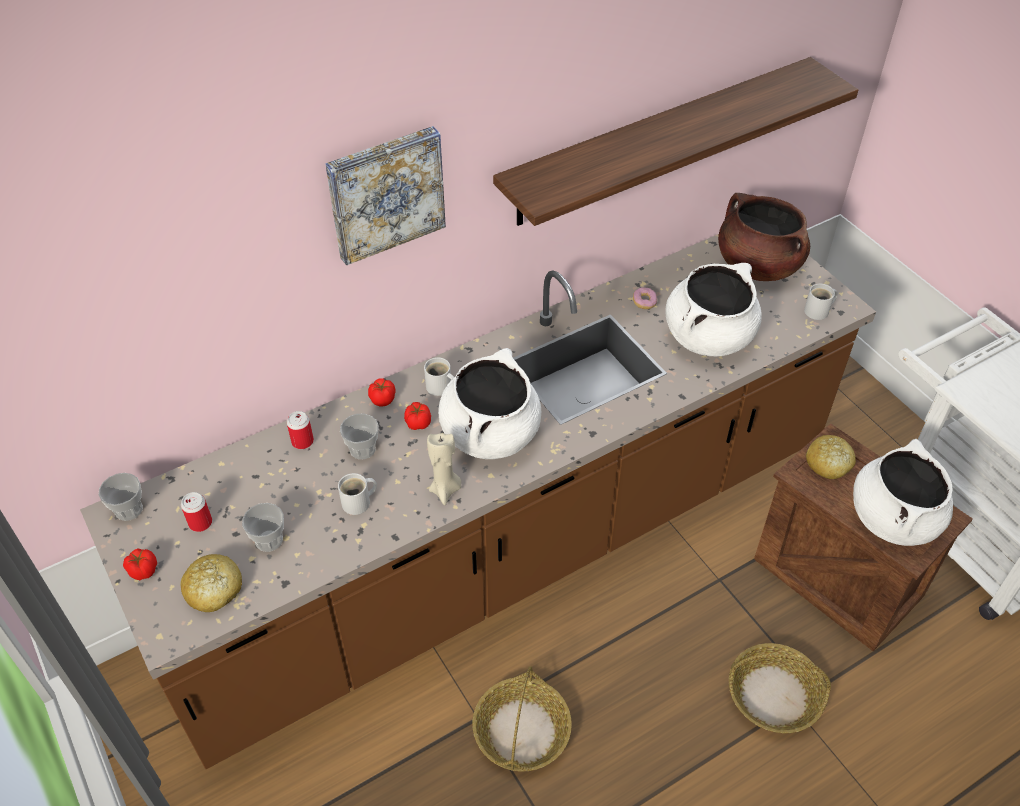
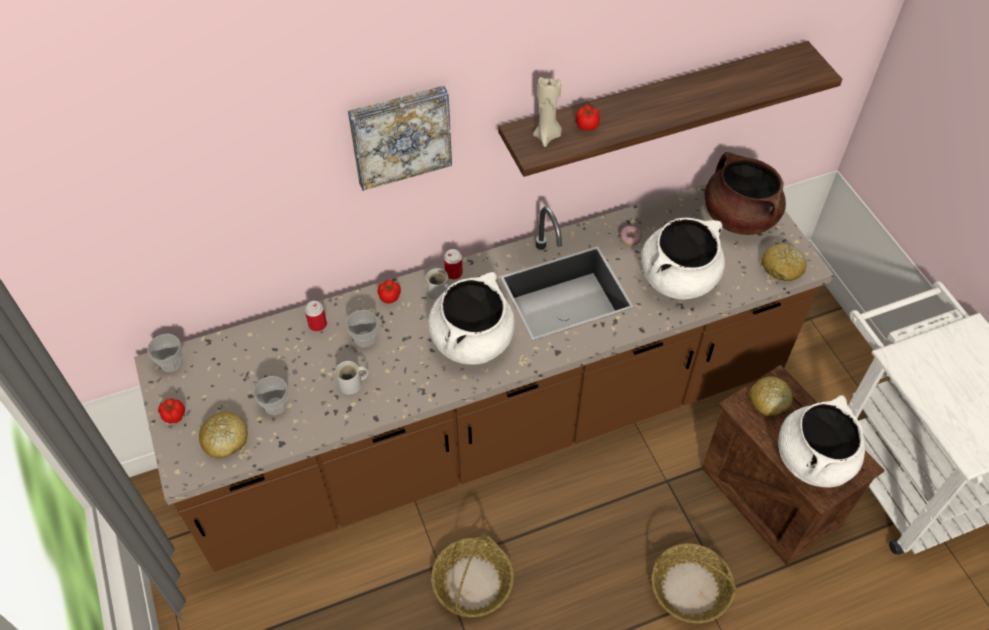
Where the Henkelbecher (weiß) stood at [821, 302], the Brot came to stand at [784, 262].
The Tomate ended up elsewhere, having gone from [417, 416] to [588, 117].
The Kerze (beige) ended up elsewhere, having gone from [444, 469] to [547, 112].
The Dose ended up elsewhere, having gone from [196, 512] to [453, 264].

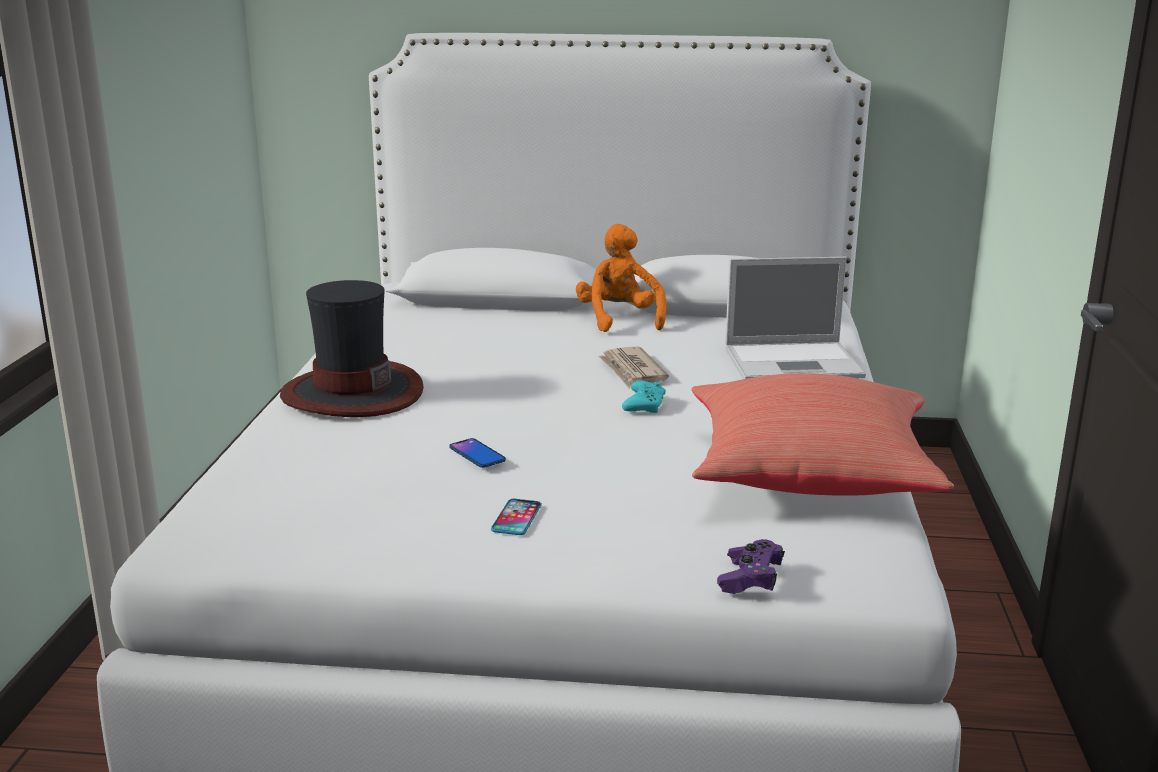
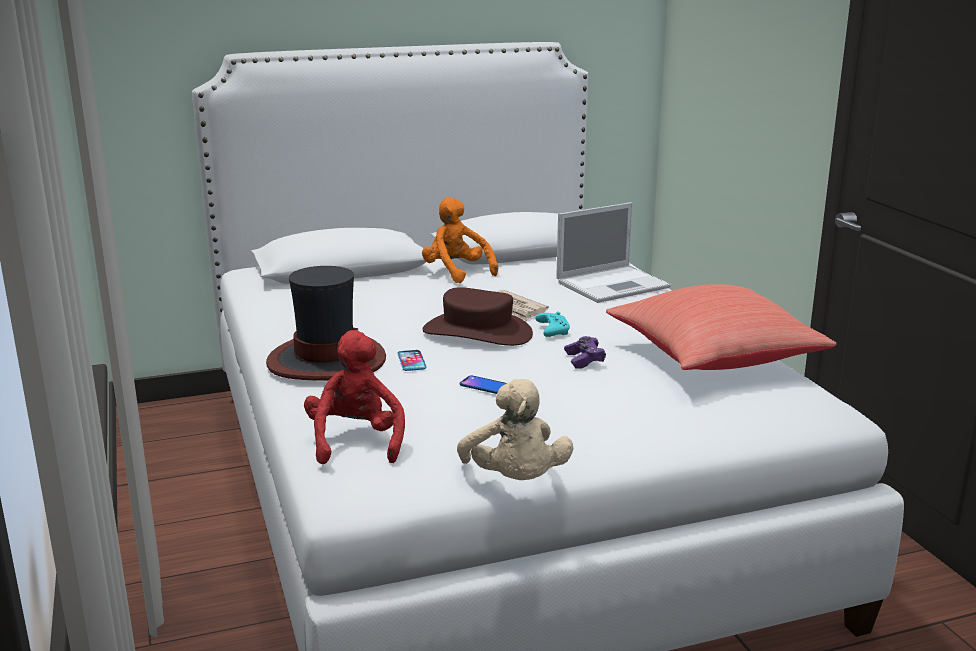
The Handy ended up elsewhere, having gone from [516, 517] to [412, 360].
The Gamepad (lila) ended up elsewhere, having gone from [751, 566] to [585, 352].
The second view gained the Hut (braun) at [477, 316].
The second view gained the Plüschtier (rot) at [354, 397].
The second view gained the Plüschtier (beige) at [515, 429].

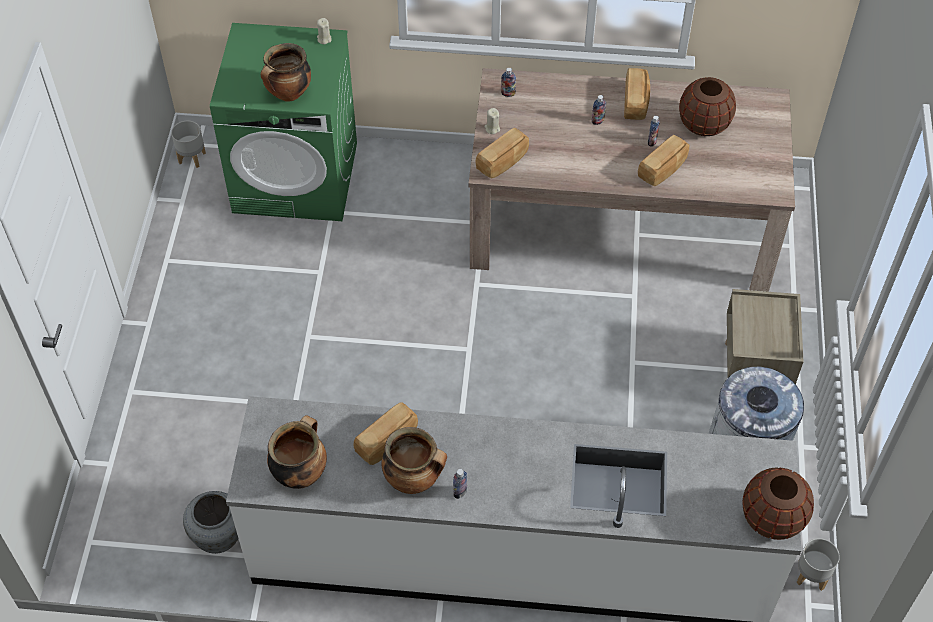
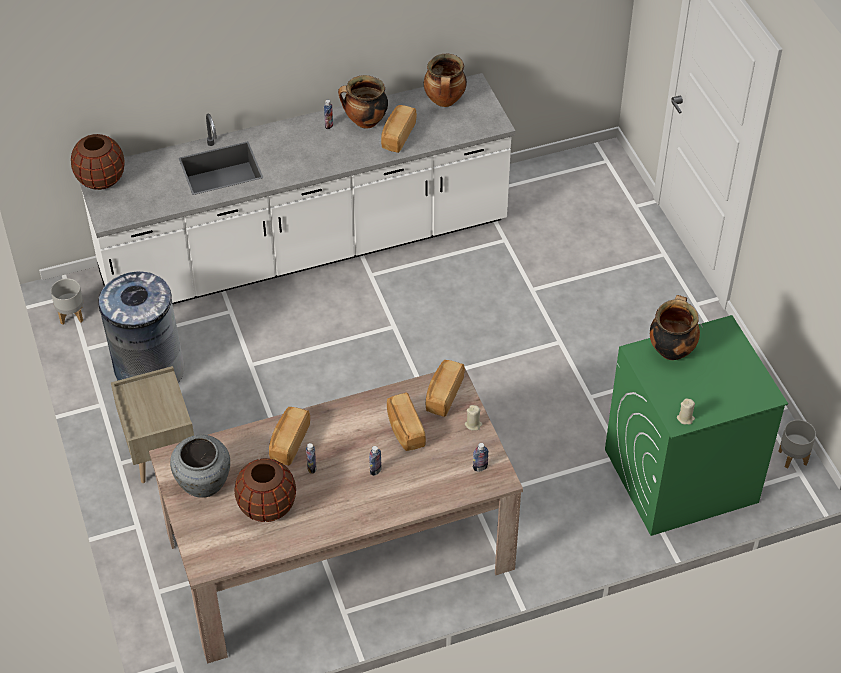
The Brot ended up elsewhere, having gone from [637, 94] to [406, 421].
The Vase (grau) ended up elsewhere, having gone from [210, 522] to [200, 466].

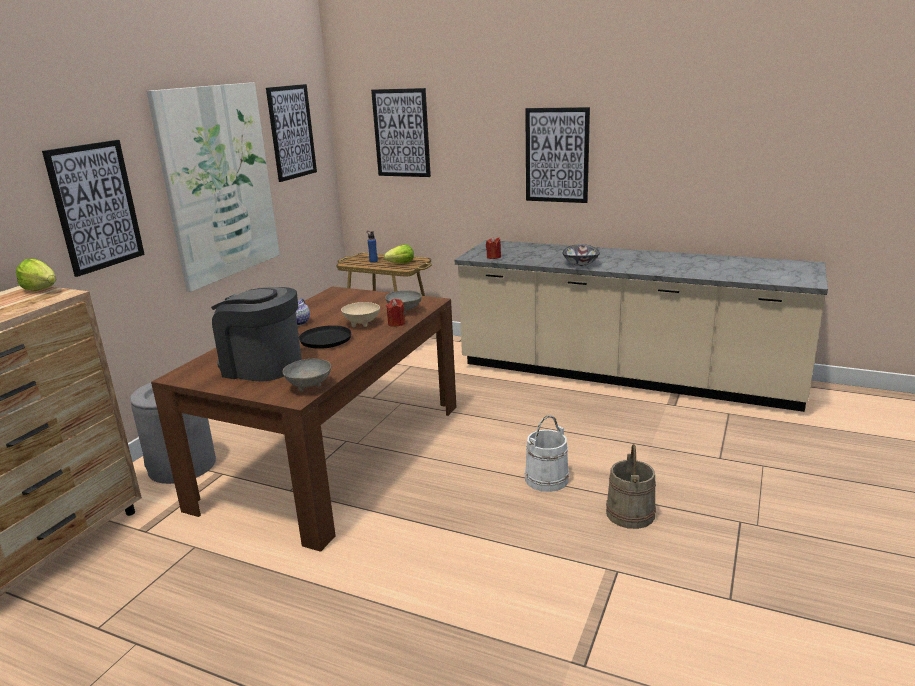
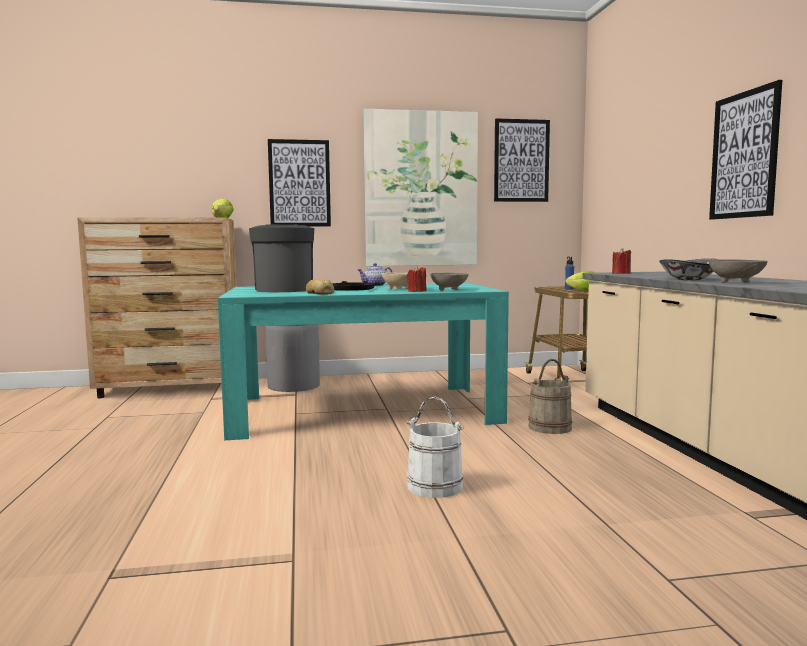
The second view lost the Bild at [401, 132].
What was the Esstisch (braun) at [303, 419] turned into the Esstisch (türkis) at [363, 361].
The Schüssel (grau) ended up elsewhere, having gone from [307, 375] to [738, 271].
The Eimer (beige) ended up elsewhere, having gone from [631, 486] to [550, 396].
The second view gained the Brot at [320, 287].

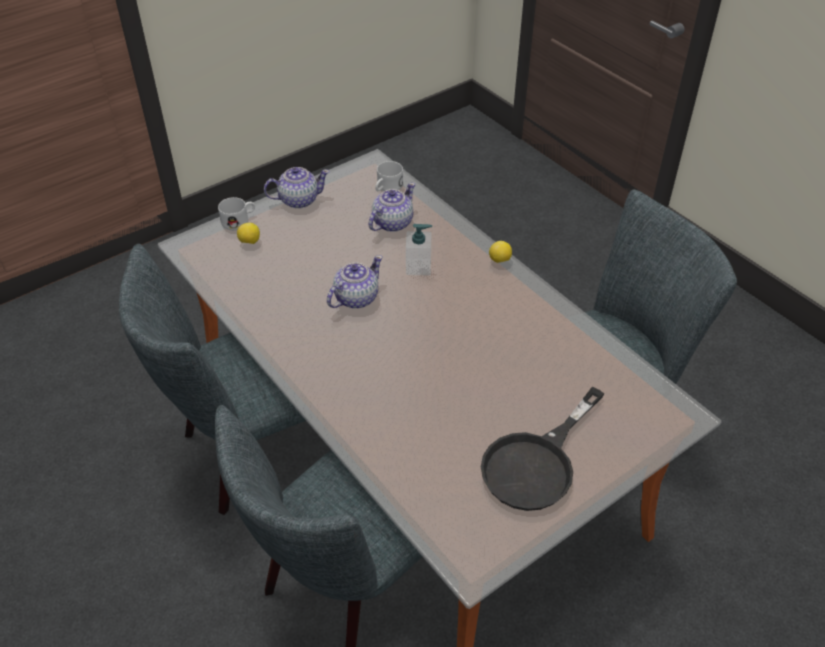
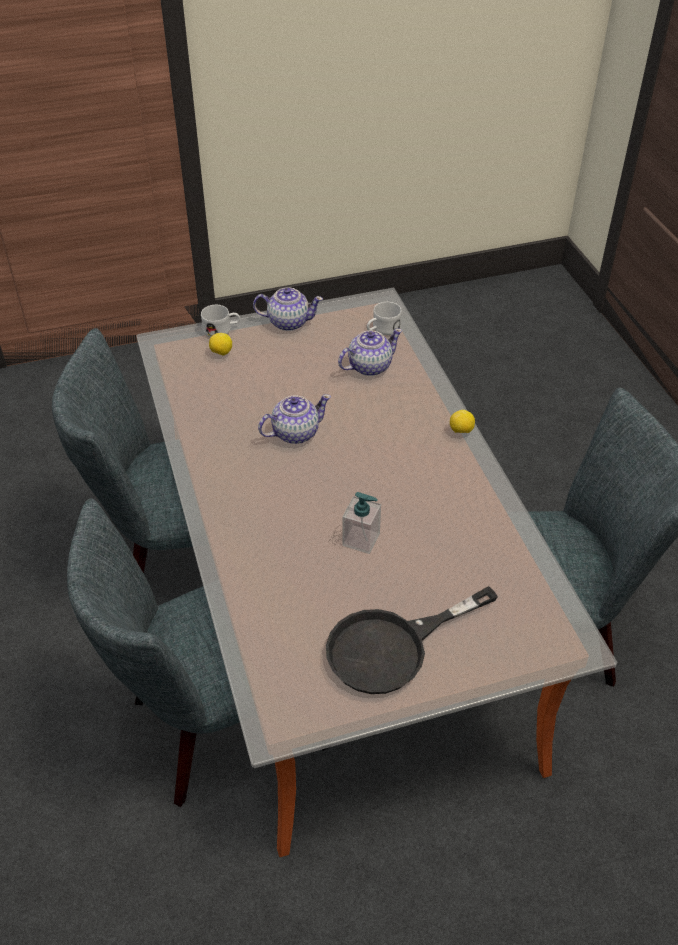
The Seifenspender ended up elsewhere, having gone from [419, 249] to [361, 523].

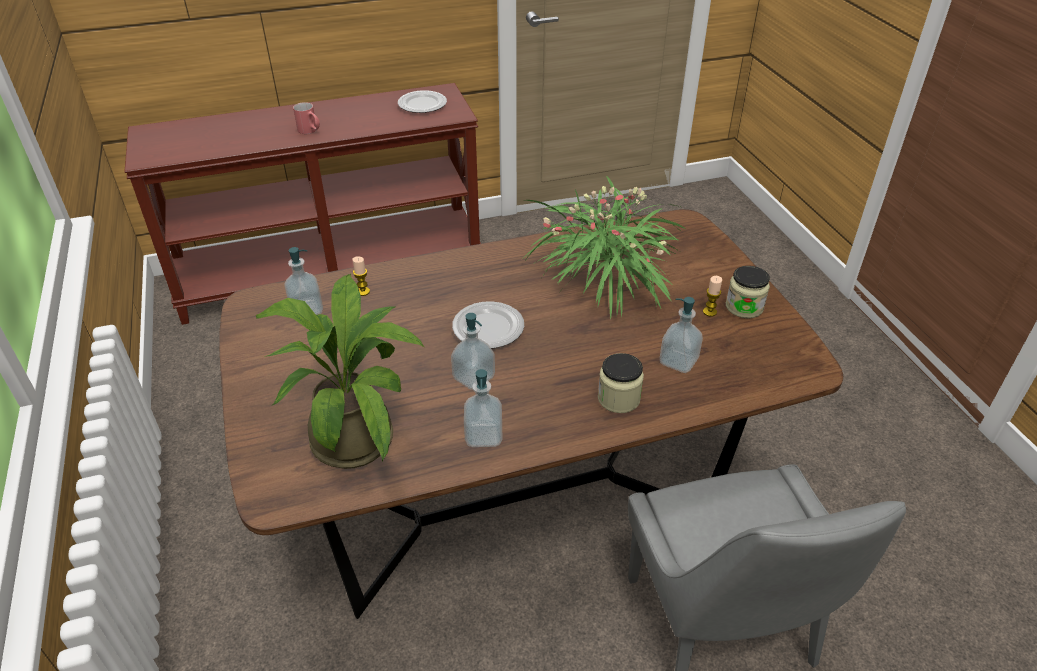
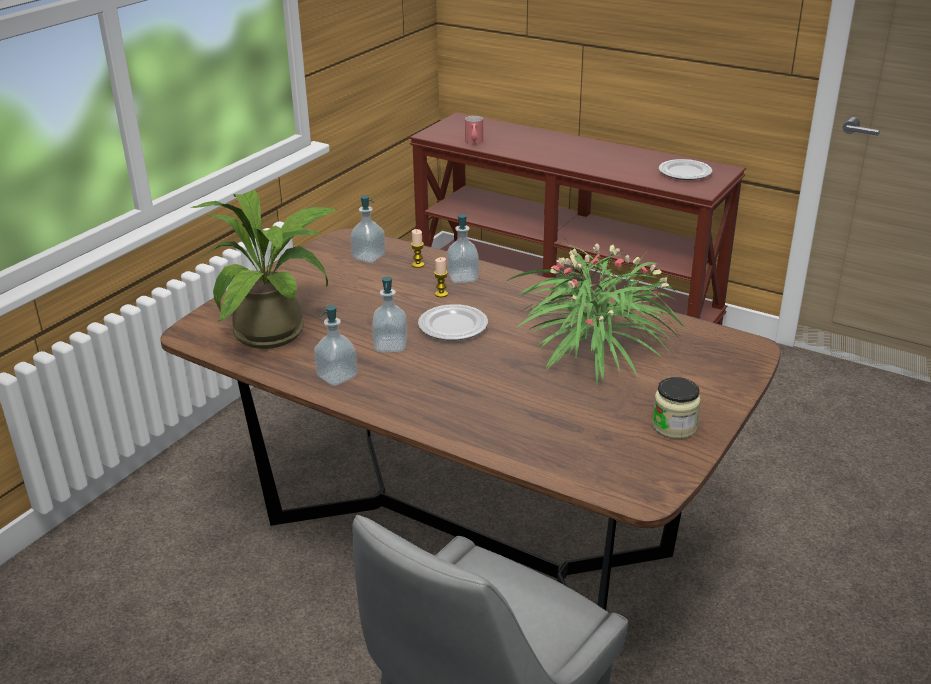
The Henkelbecher (rot) ended up elsewhere, having gone from [306, 118] to [474, 130].
The Kerze ended up elsewhere, having gone from [712, 296] to [441, 277].
The Seifenspender ended up elsewhere, having gone from [681, 335] to [463, 248].
The second view lost the Vorratsglas at [621, 383].

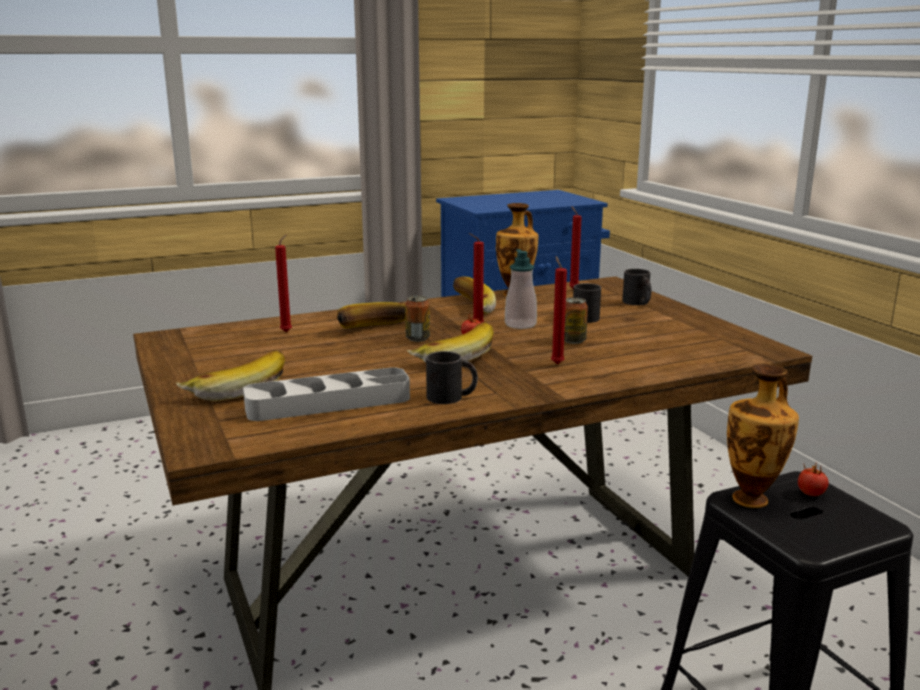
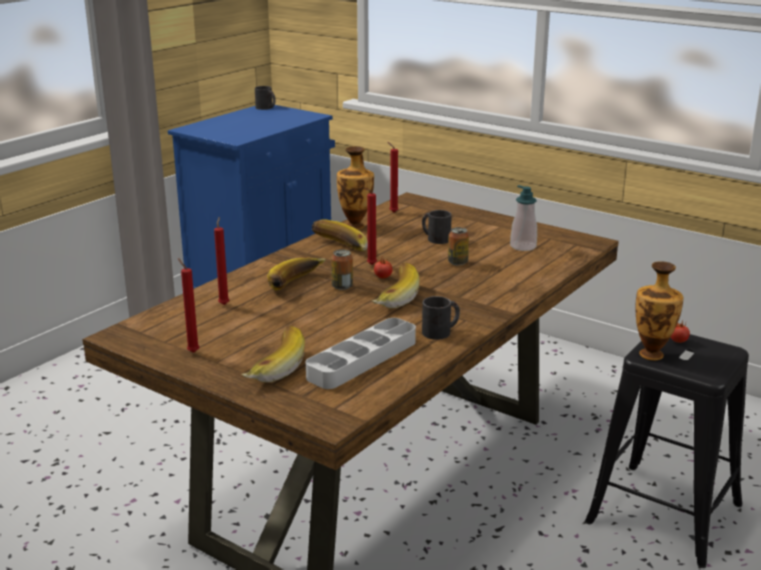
The Seifenspender ended up elsewhere, having gone from [521, 289] to [523, 218].
The Kerze (rot) ended up elsewhere, having gone from [559, 310] to [188, 305].
The Henkelbecher (schwarz) ended up elsewhere, having gone from [637, 287] to [265, 98].

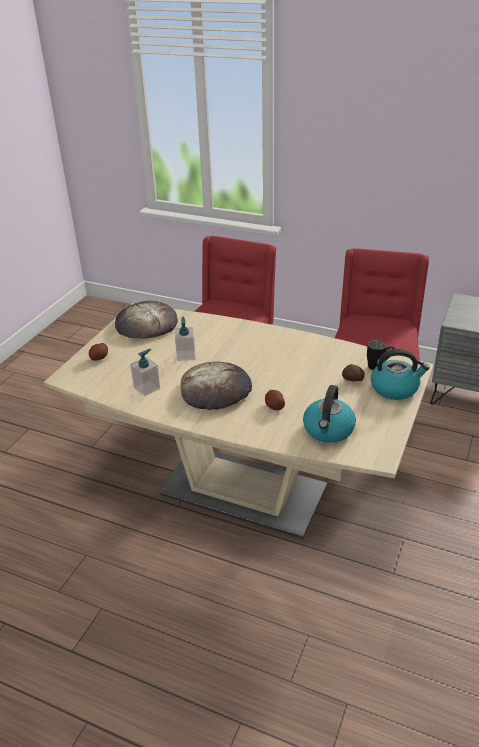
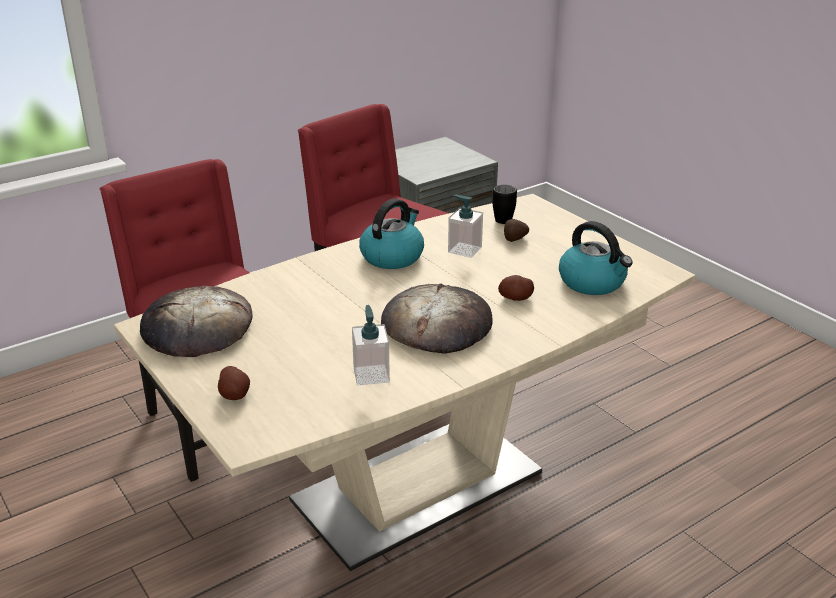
The Seifenspender ended up elsewhere, having gone from [185, 338] to [465, 226].
The Wasserkessel ended up elsewhere, having gone from [400, 374] to [391, 233].

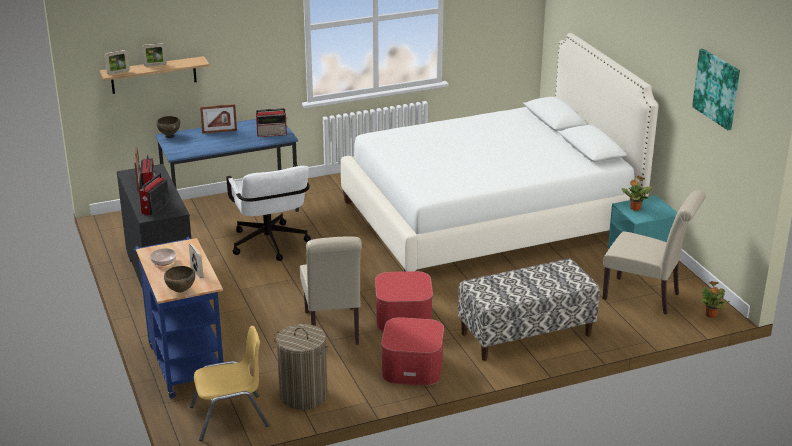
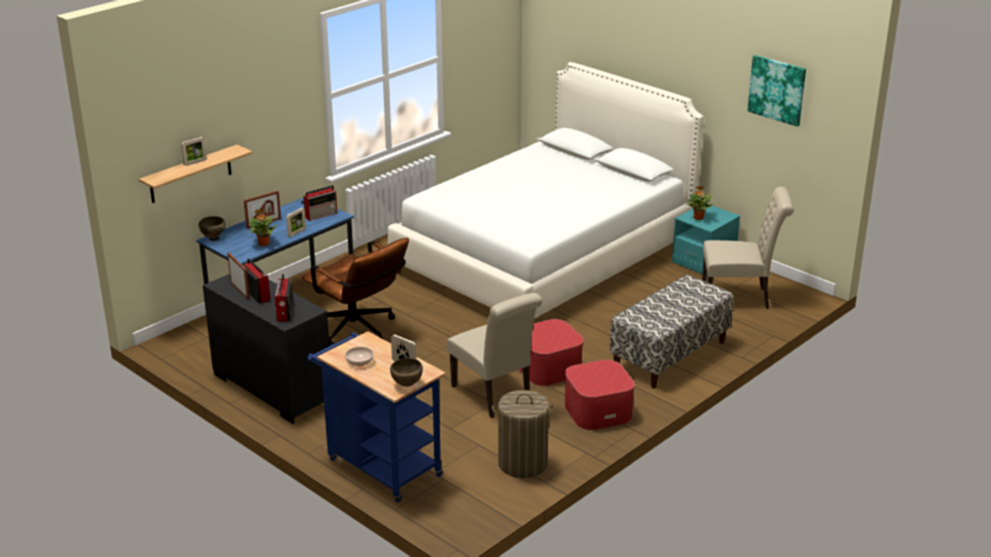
The Bilderrahmen ended up elsewhere, having gone from [117, 62] to [296, 222].
What was the Bürostuhl (weiß) at [268, 213] turned into the Bürostuhl (braun) at [355, 292].
The Topfpflanze ended up elsewhere, having gone from [714, 299] to [263, 227].
The second view lost the Stuhl (gelb) at [229, 383].

